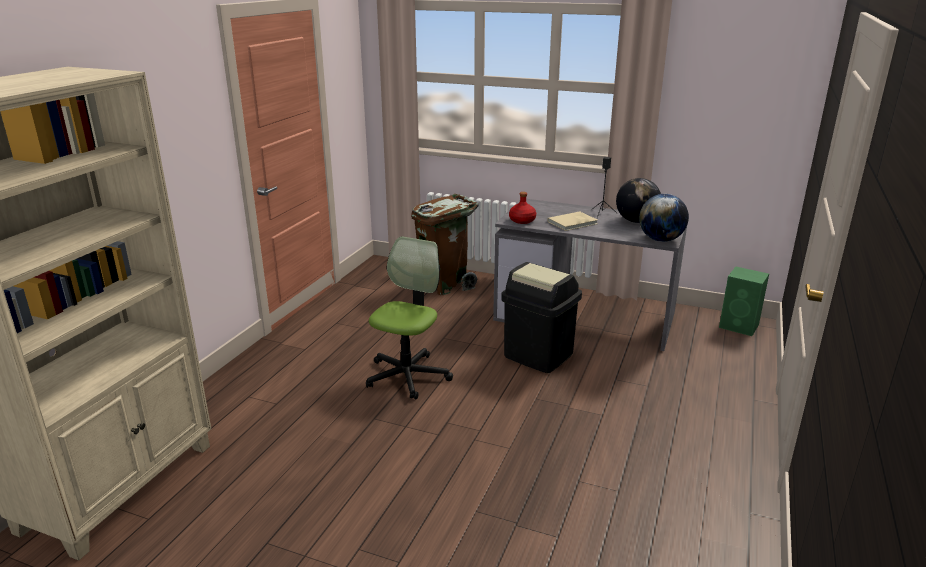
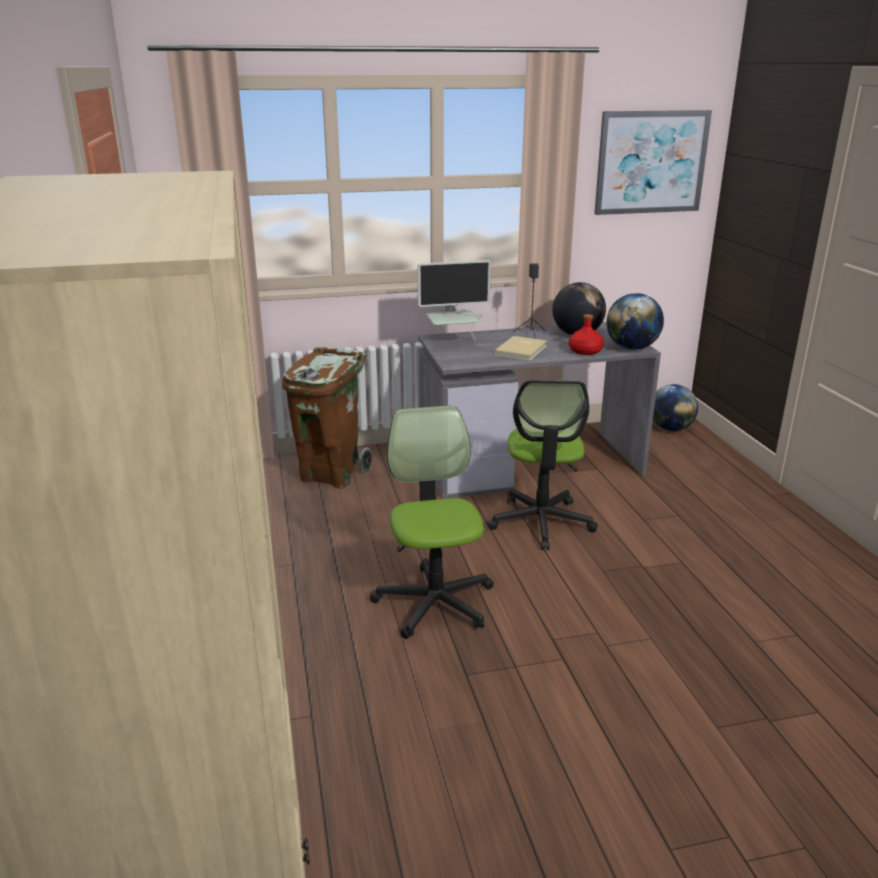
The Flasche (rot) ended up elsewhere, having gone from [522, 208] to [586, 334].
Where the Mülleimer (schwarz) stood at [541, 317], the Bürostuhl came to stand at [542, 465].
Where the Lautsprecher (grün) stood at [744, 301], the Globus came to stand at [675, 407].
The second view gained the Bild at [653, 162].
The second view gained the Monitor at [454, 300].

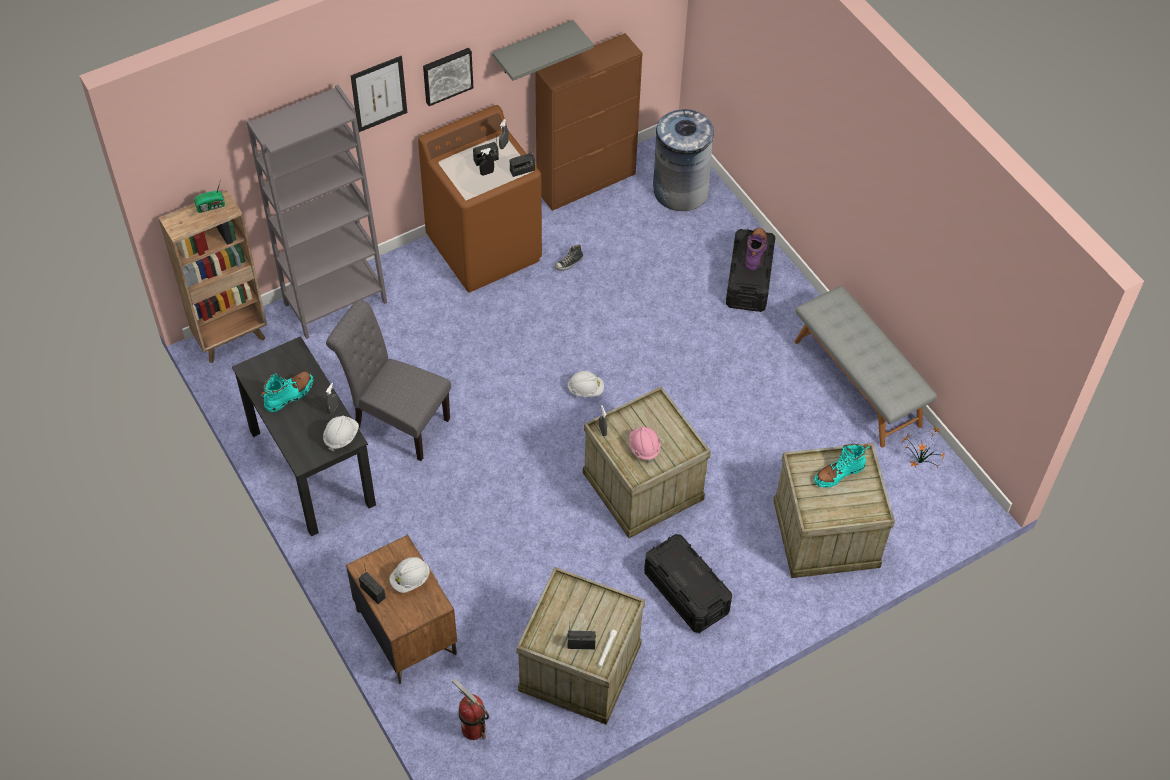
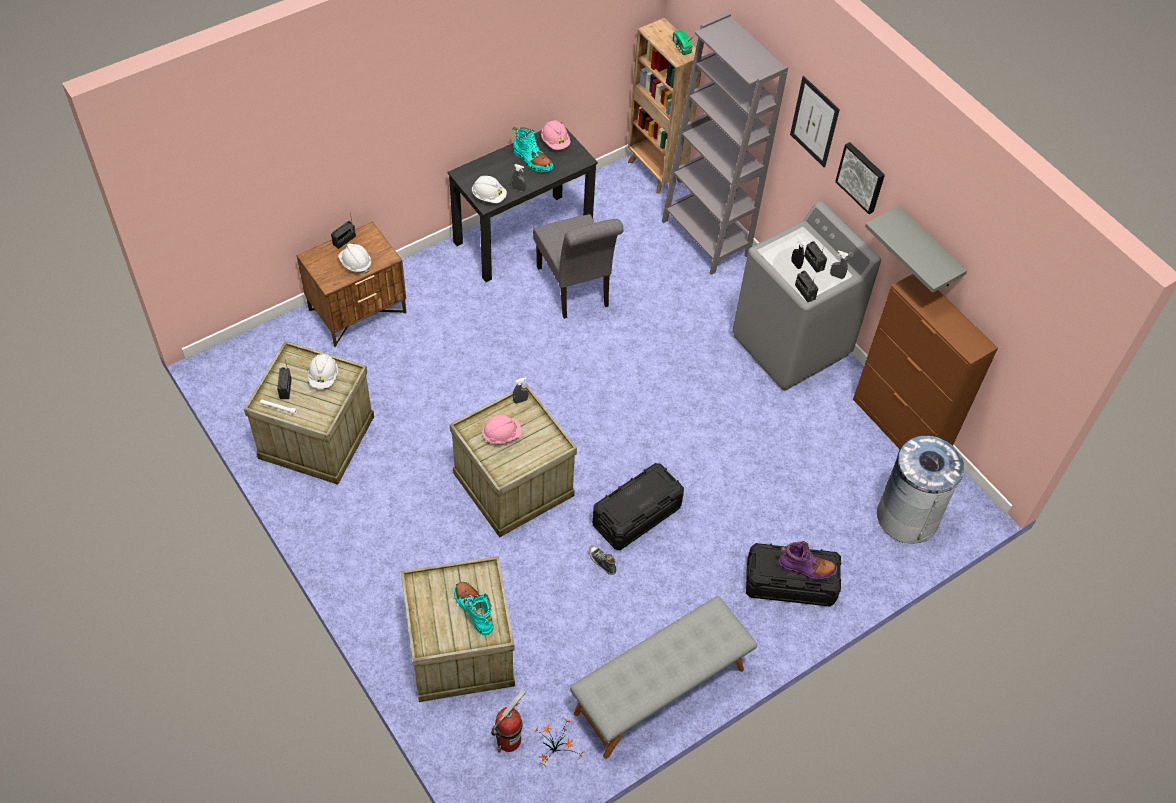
What was the Waschmaschine (braun) at [480, 198] turned into the Waschmaschine (grau) at [806, 296].
The Schuh ended up elsewhere, having gone from [569, 258] to [602, 560].
The Stuhl (grau) at [388, 380] ended up facing another way, 135 degrees clockwise from before.
The Schutzhelm (weiß) ended up elsewhere, having gone from [585, 384] to [323, 371].
The Aufbewahrungsbox (schwarz) ended up elsewhere, having gone from [688, 583] to [638, 506].
The Feuerlöscher ended up elsewhere, having gone from [470, 709] to [508, 721].
The second view gained the Schutzhelm (rosa) at [556, 135].

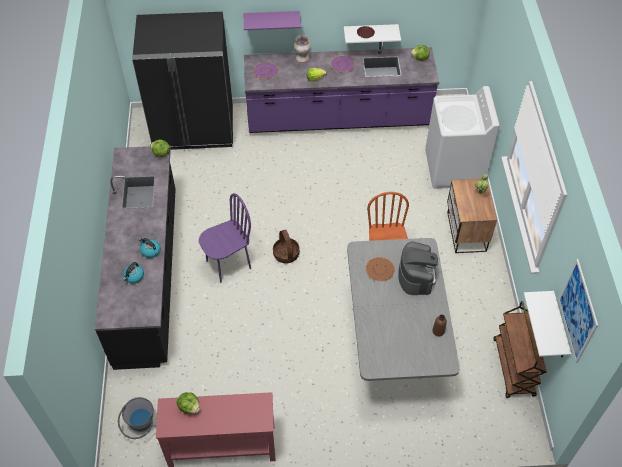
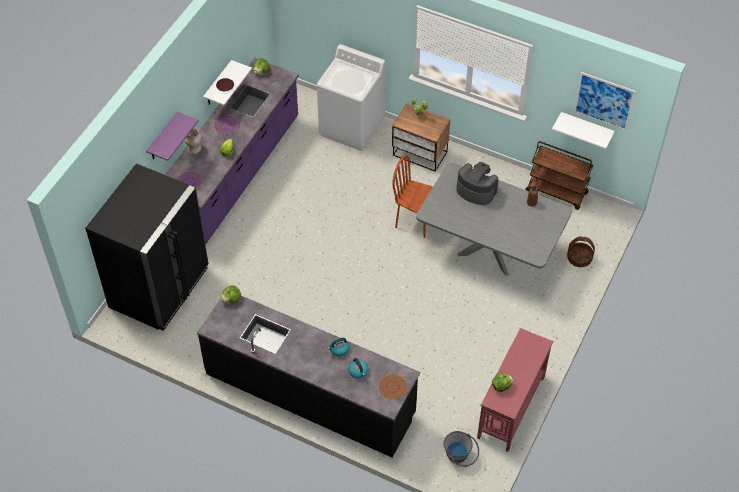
The second view lost the Stuhl (lila) at [225, 238].
The Korb ended up elsewhere, having gone from [286, 246] to [581, 251].
The Teller (braun) ended up elsewhere, having gone from [380, 269] to [393, 386].

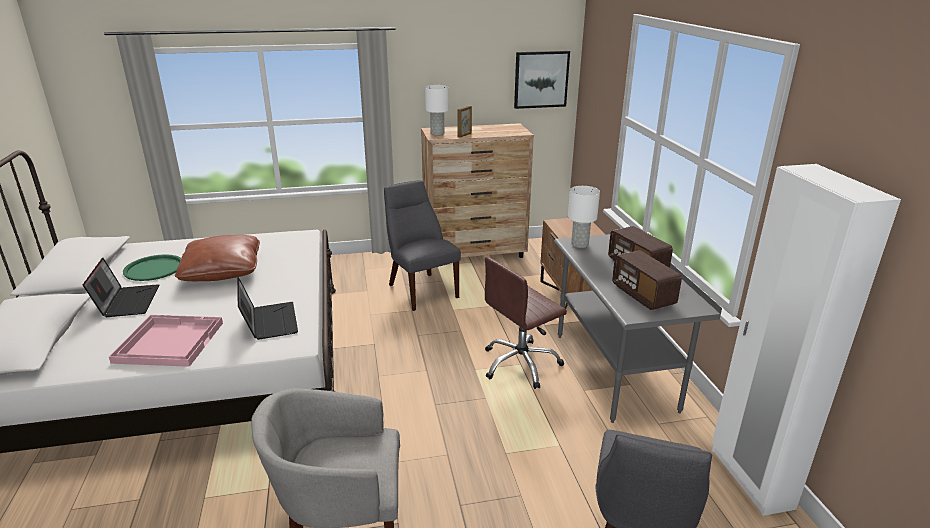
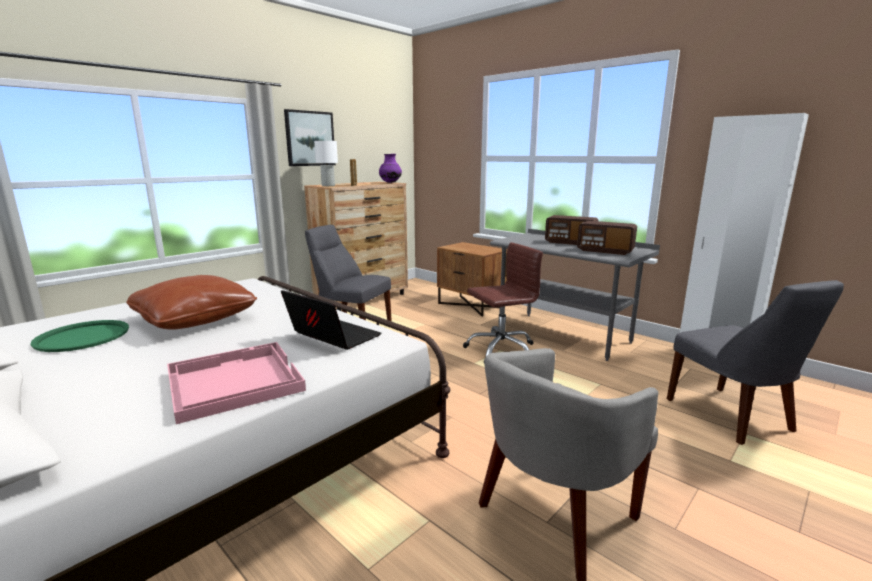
The Bild ended up elsewhere, having gone from [542, 80] to [310, 137].
The second view lost the Tischlampe (weiß) at [584, 217].
The Bürostuhl (braun) at [526, 323] ended up facing another way, 135 degrees counterclockwise from before.
The second view lost the Laptop at [121, 287].
The second view gained the Vase (lila) at [390, 168].

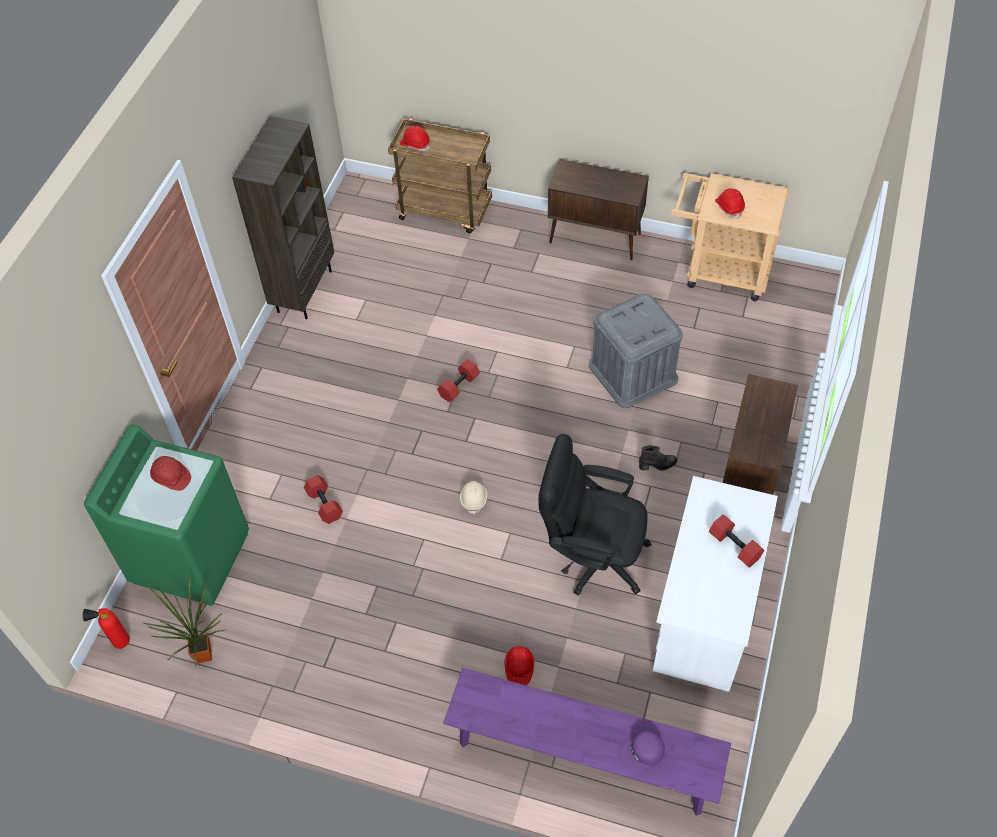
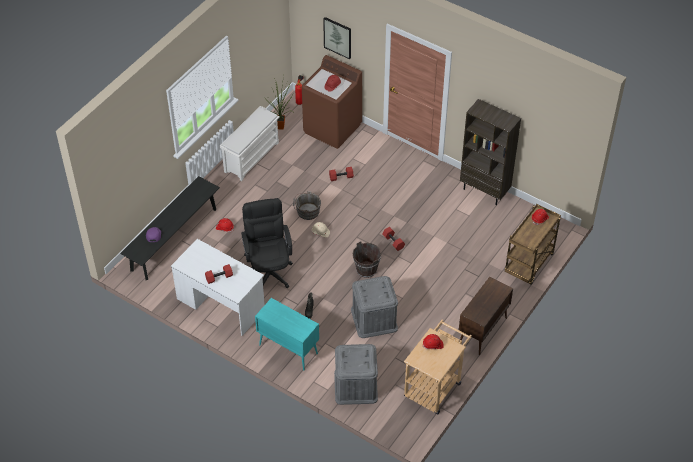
What was the Schrank (braun) at [760, 434] turned into the Schrank (türkis) at [287, 334].
What was the Waschmaschine (grün) at [166, 514] turned into the Waschmaschine (braun) at [332, 102].
The Bürostuhl (schwarz) at [595, 515] ended up facing another way, 45 degrees counterclockwise from before.
What was the Bank (lila) at [587, 742] turned into the Bank (schwarz) at [170, 228].
The second view gained the Bild at [337, 38].
The second view gained the Schuhregal (weiß) at [249, 143].
The second view gained the Eimer (grau) at [307, 205].
The second view gained the Eimer (braun) at [367, 259].
The second view gained the Aufbewahrungsbox (grau) at [356, 374].

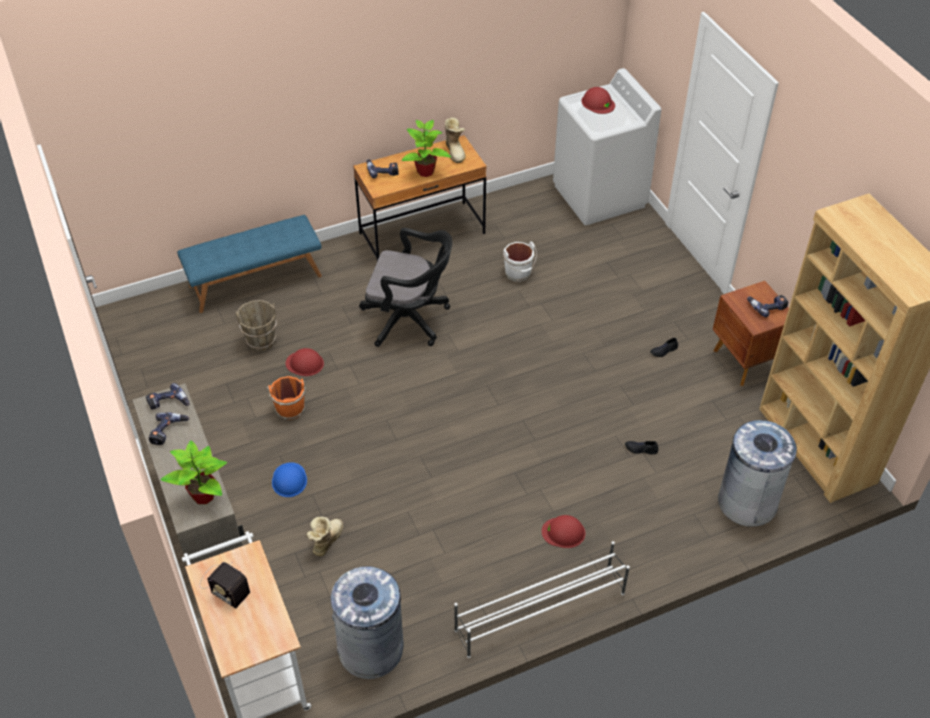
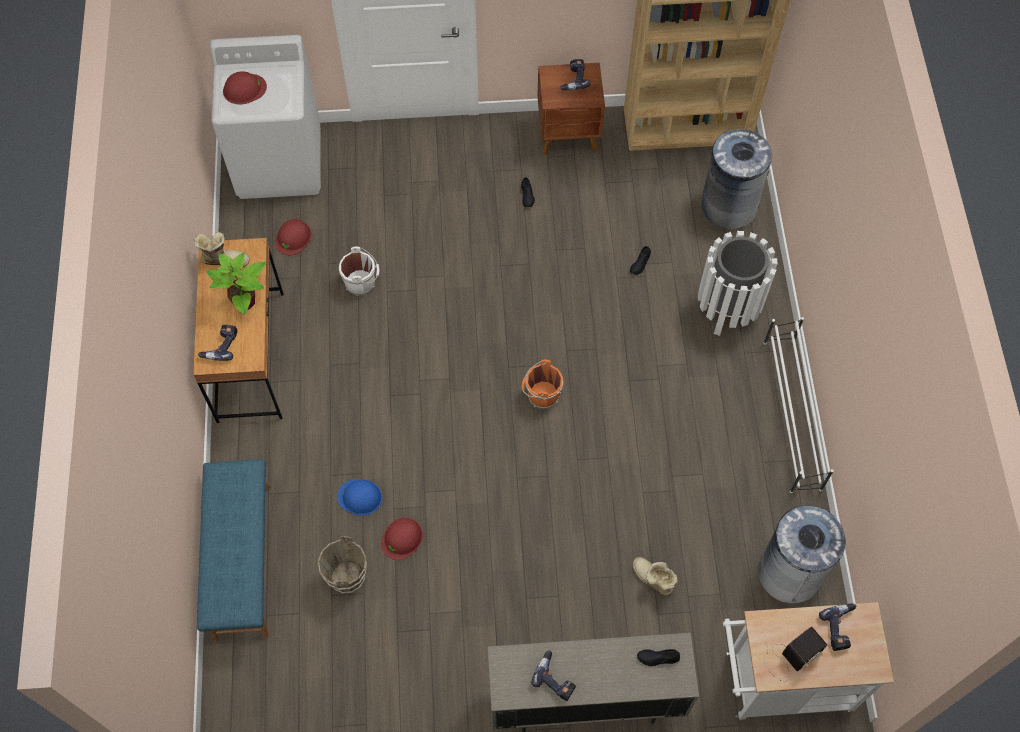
The second view lost the Bürostuhl (schwarz) at [405, 287].
The Eimer (orange) ended up elsewhere, having gone from [286, 398] to [542, 384].
The Bohrmaschine ended up elsewhere, having gone from [168, 396] to [837, 627].
Where the Topfpflanze stood at [193, 472], the Schuh (schwarz) came to stand at [658, 657].
The Schutzhelm (blau) ended up elsewhere, having gone from [289, 479] to [359, 497].
The Schutzhelm (rot) ended up elsewhere, having gone from [564, 531] to [293, 237].
The second view gained the Mülleimer (weiß) at [738, 283].

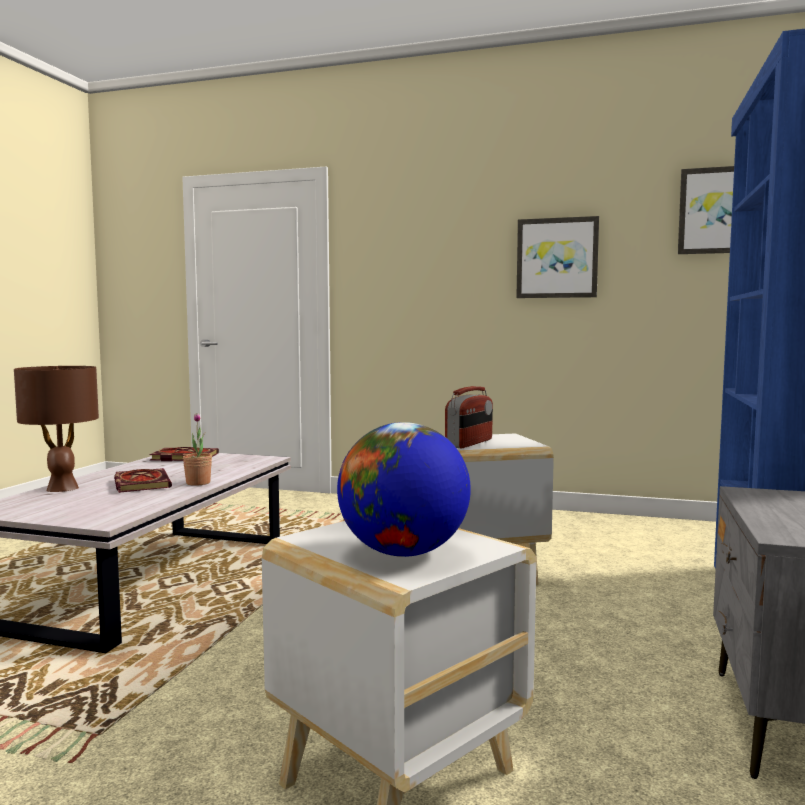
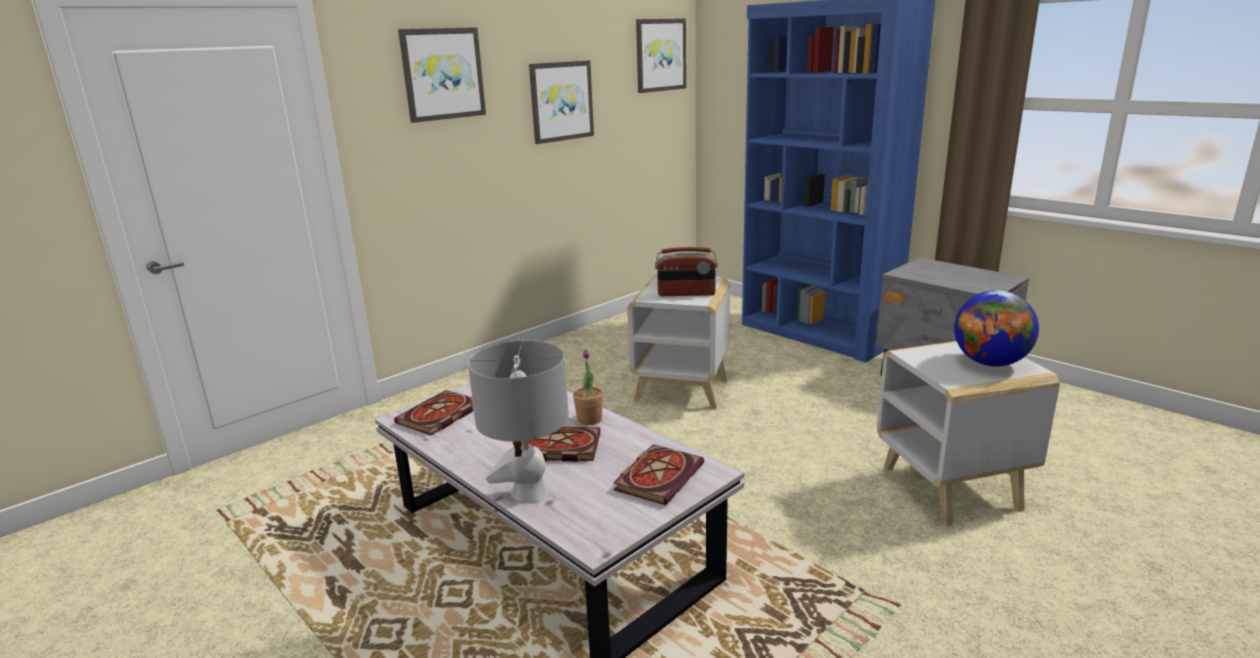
What was the Tischlampe (braun) at [56, 429] turned into the Tischlampe (grau) at [518, 422].
The Radio at [469, 417] ended up facing another way, 120 degrees clockwise from before.
The second view gained the Bild at [442, 75].
The second view gained the Buch at [658, 474].

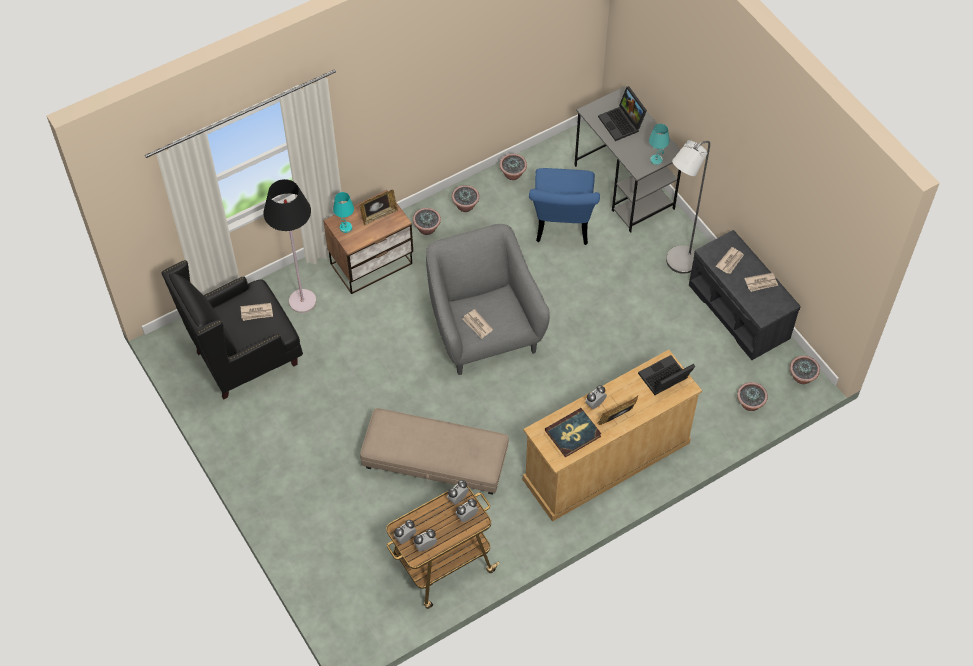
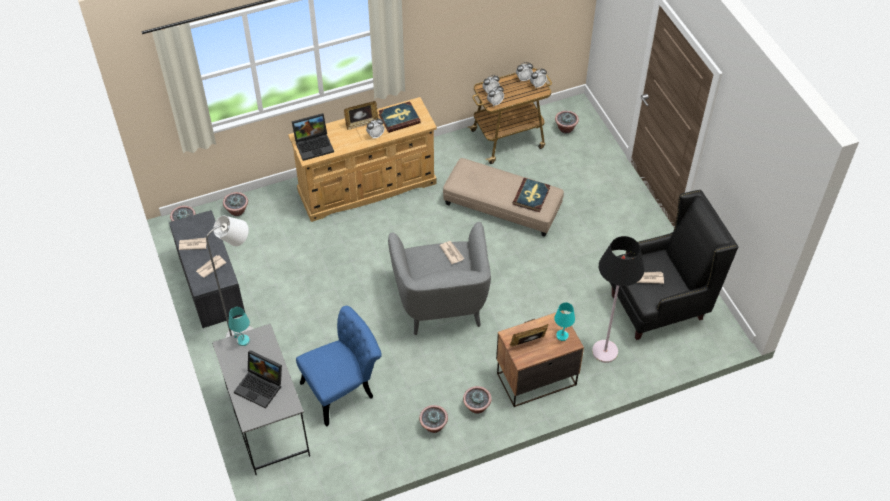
The Laptop at [622, 113] ended up facing another way, 135 degrees clockwise from before.
The Topfpflanze ended up elsewhere, having gone from [513, 167] to [567, 122].
The Stuhl (blau) at [564, 206] ended up facing another way, 45 degrees clockwise from before.
The second view gained the Buch at [531, 195].

